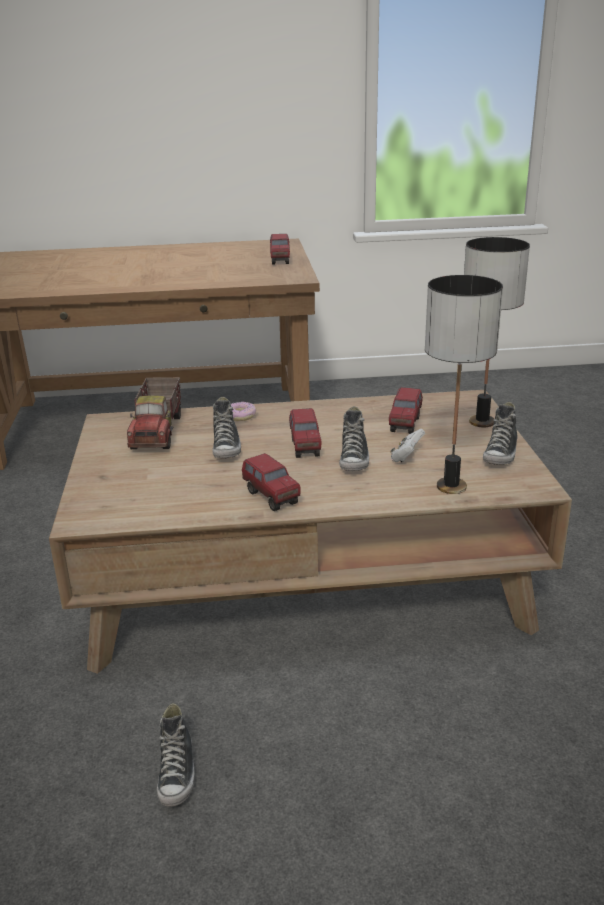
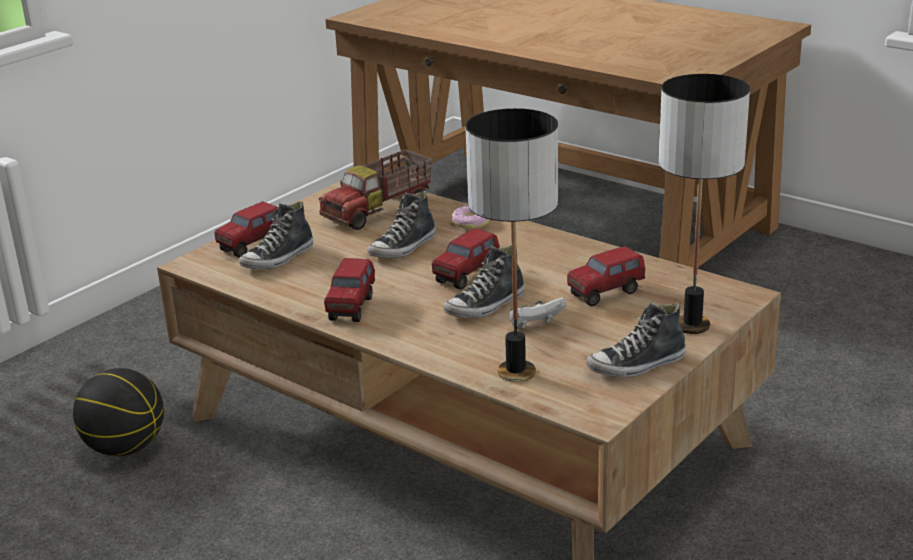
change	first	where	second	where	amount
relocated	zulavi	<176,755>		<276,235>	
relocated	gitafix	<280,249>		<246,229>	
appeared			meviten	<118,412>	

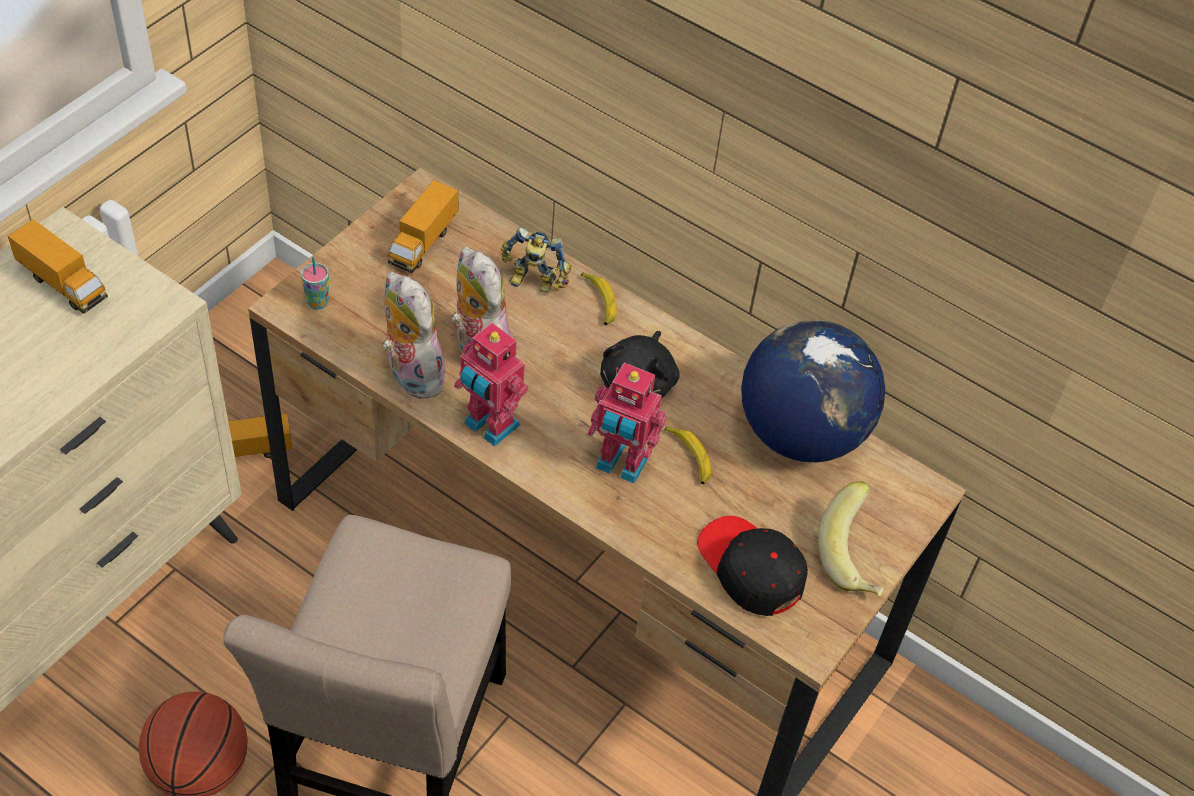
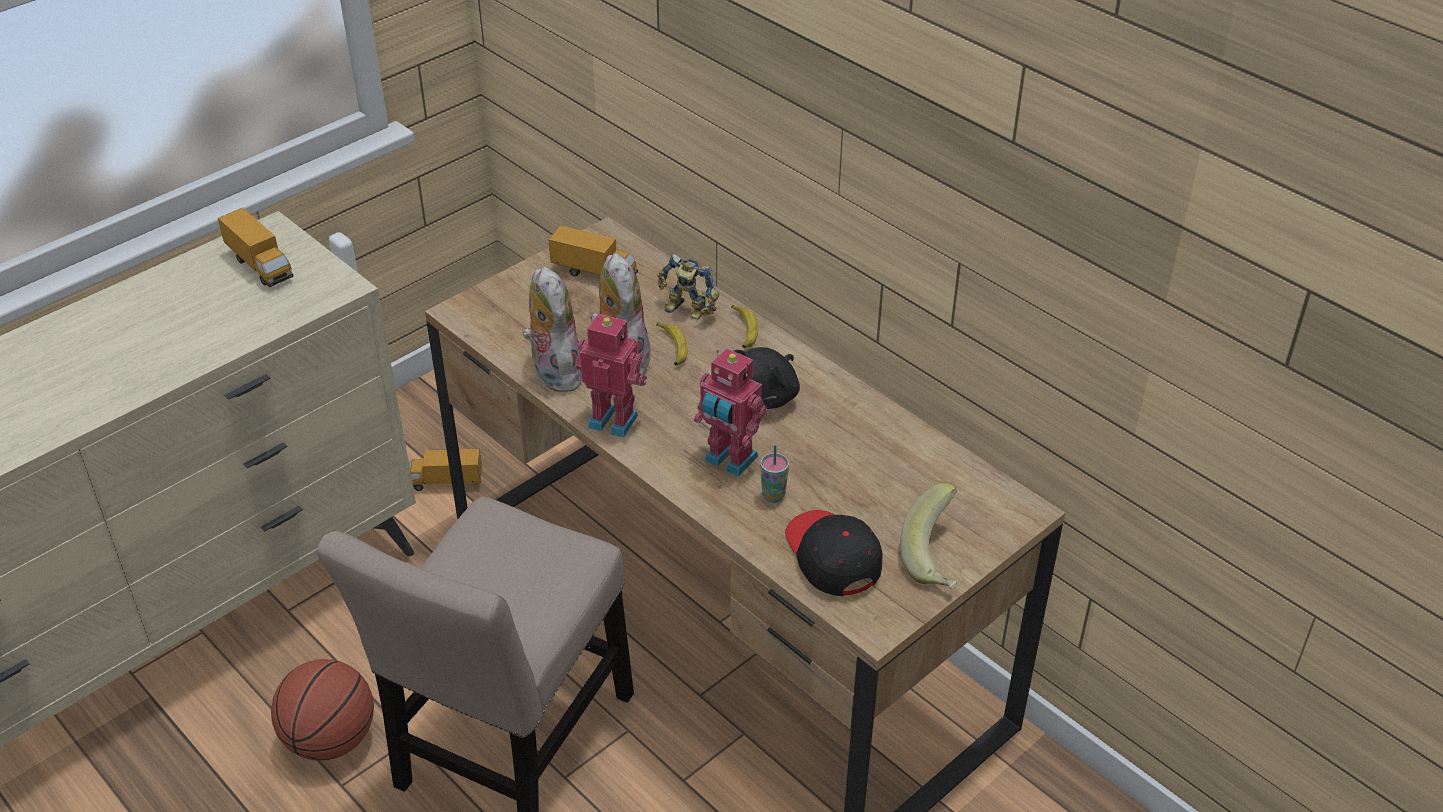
change	first	where	second	where	amount
relocated	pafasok	<315,283>		<774,474>	
spun	gitafix	<423,226>		<593,251>	105 degrees counterclockwise
spun	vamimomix	<491,385>		<611,376>	150 degrees clockwise
relocated	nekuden	<688,455>		<672,343>	
missing	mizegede	<813,391>			

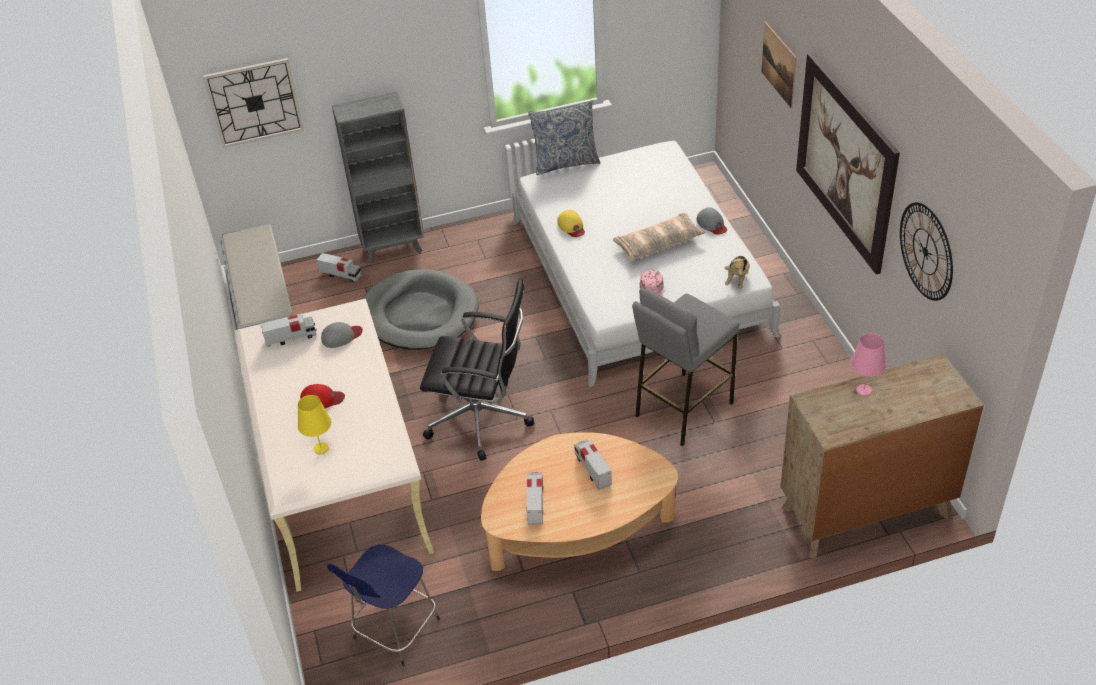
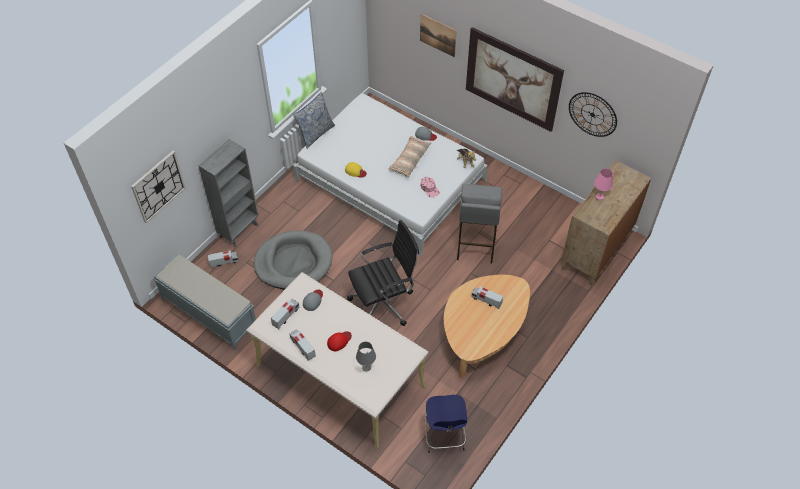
change	first	where	second	where	amount
colour	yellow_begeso	<314,424>	grey_begeso	<366,356>	
relocated	gitafix	<535,498>		<303,345>	

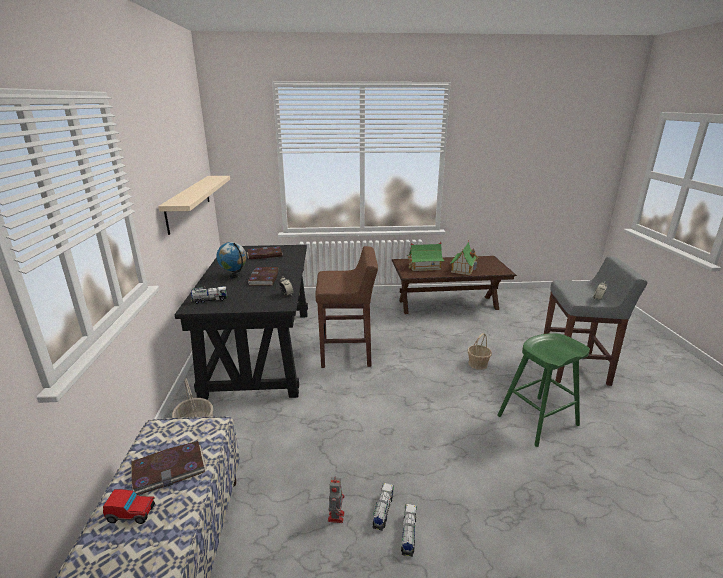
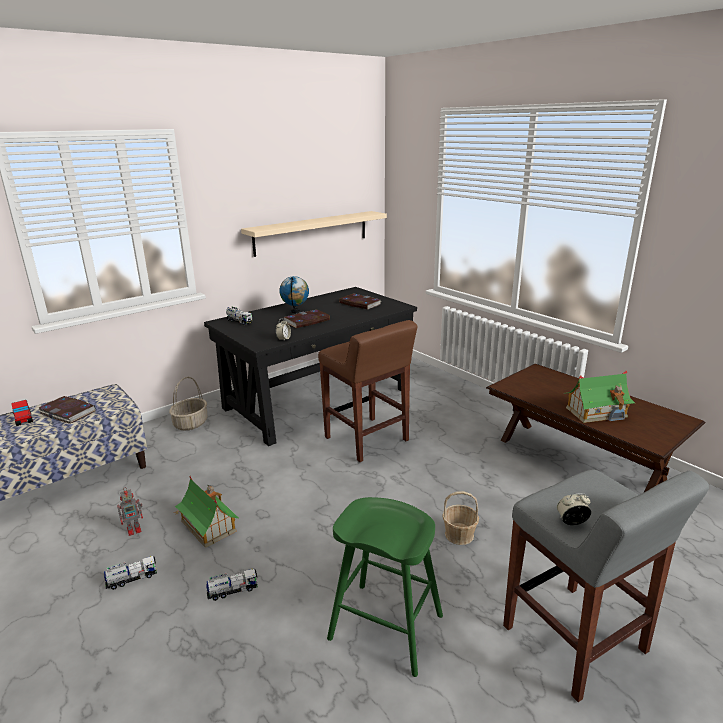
change	first	where	second	where	amount
relocated	gitafix	<383,507>		<231,585>	
relocated	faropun	<425,256>		<206,512>	

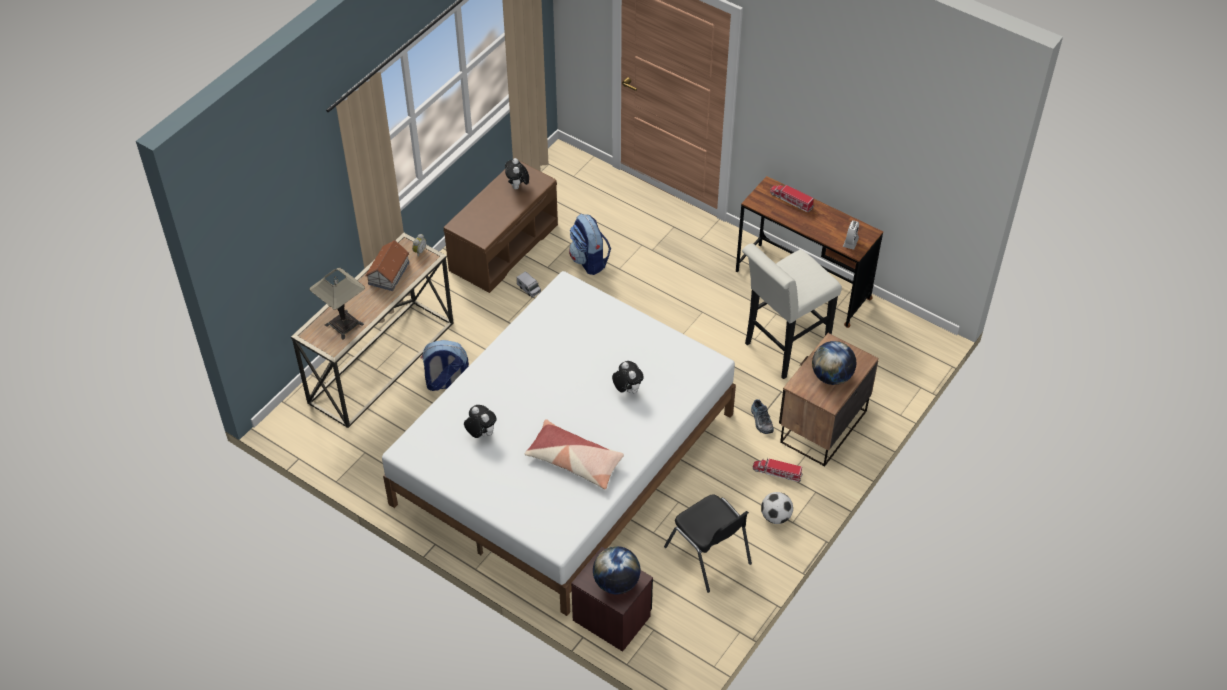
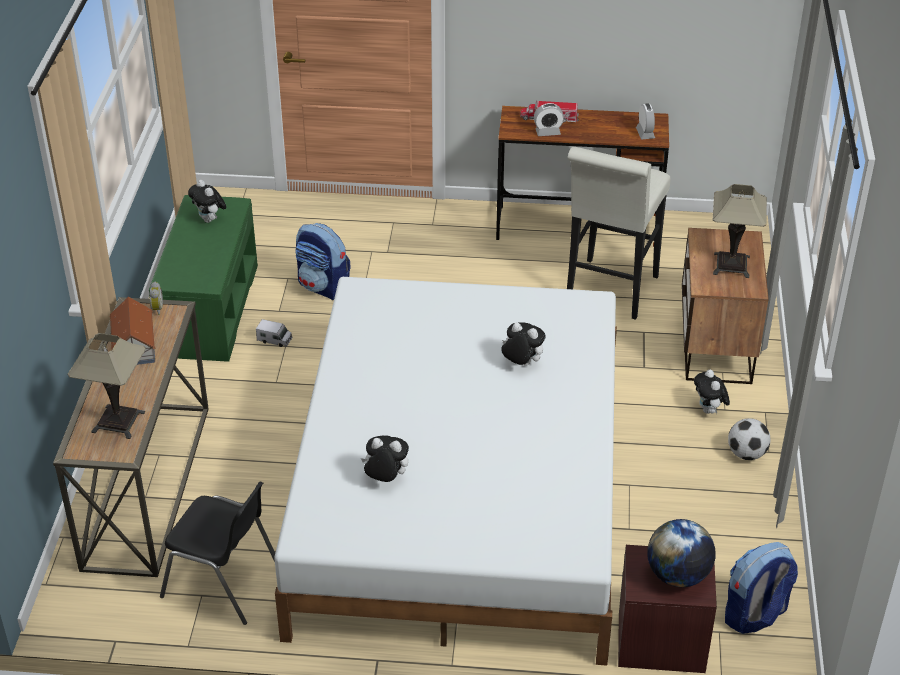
change	first	where	second	where	amount
relocated	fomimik	<445,365>		<761,588>	
colour	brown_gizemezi	<501,226>	green_gizemezi	<203,278>	
missing	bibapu	<574,454>			
relocated	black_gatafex	<708,543>		<217,553>	
missing	zulavi	<762,416>			
exchanged	gitafix	<778,470>	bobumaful	<712,392>	
exchanged	mizegede	<834,363>	begeso	<740,231>	
appeared			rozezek	<549,119>	

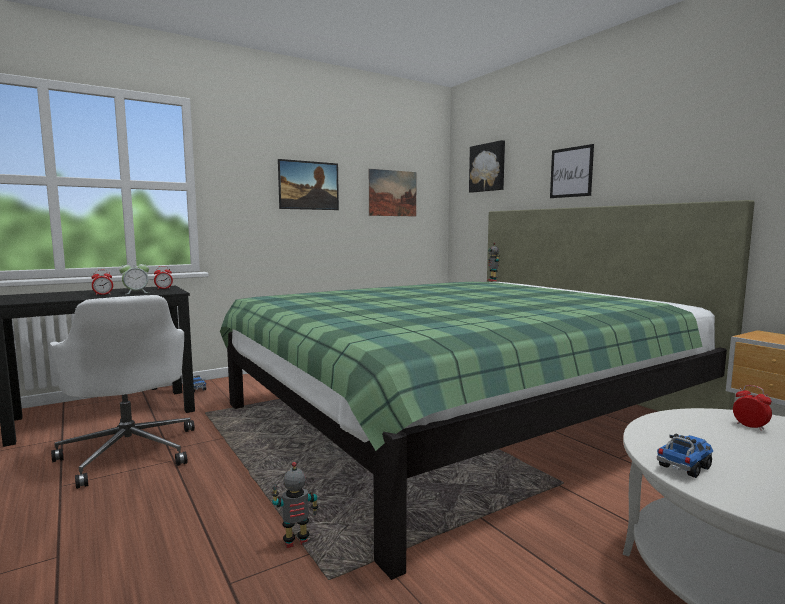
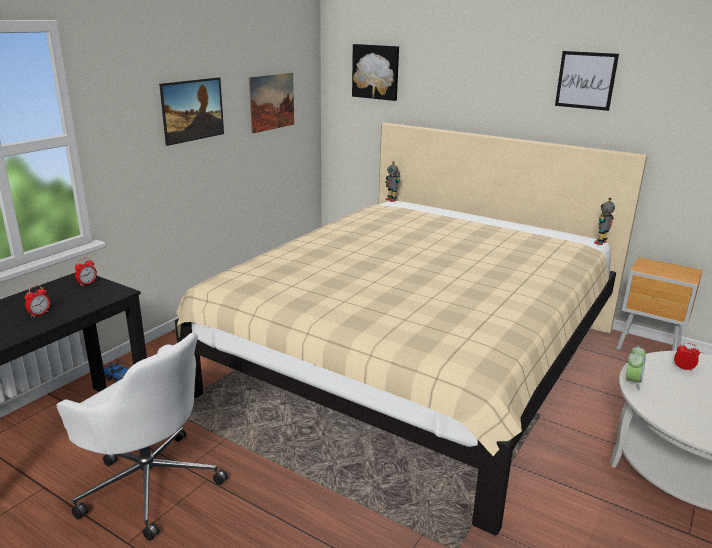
change	first	where	second	where	amount
relocated	rozezek	<134,277>		<636,368>	
colour	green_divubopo	<487,390>	beige_divubopo	<411,329>	
relocated	vamimomix	<295,505>		<604,221>	
relocated	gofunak	<572,171>		<587,81>	
missing	gitafix	<685,456>			

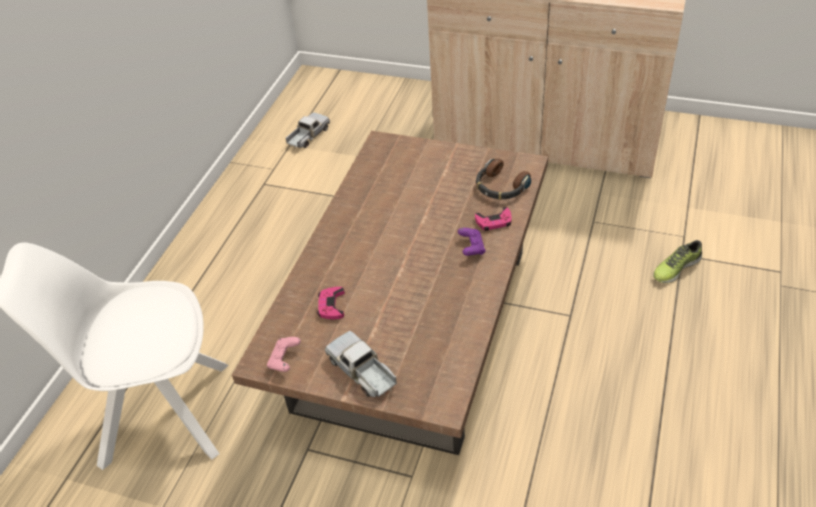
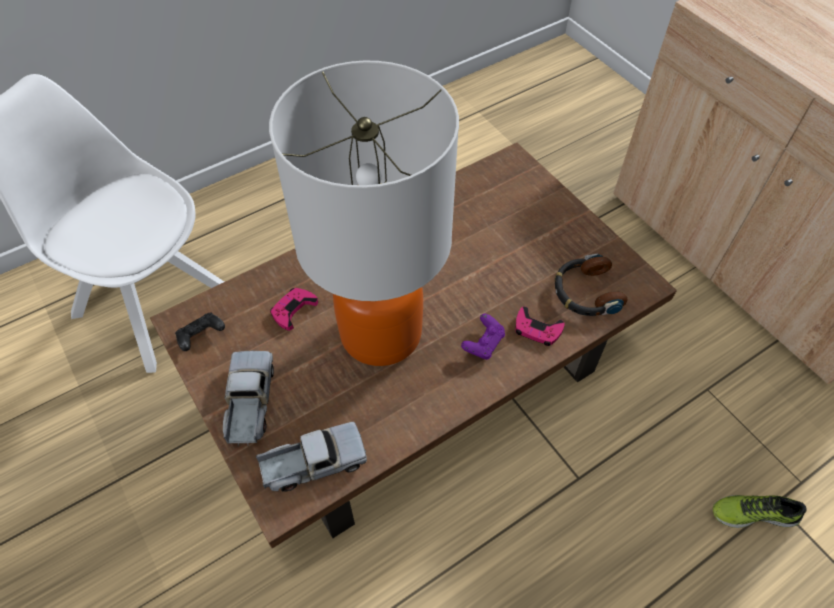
change	first	where	second	where	amount
colour	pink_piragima	<284,354>	black_piragima	<200,331>	
relocated	gitafix	<308,130>		<311,457>	
appeared			begeso	<364,213>	

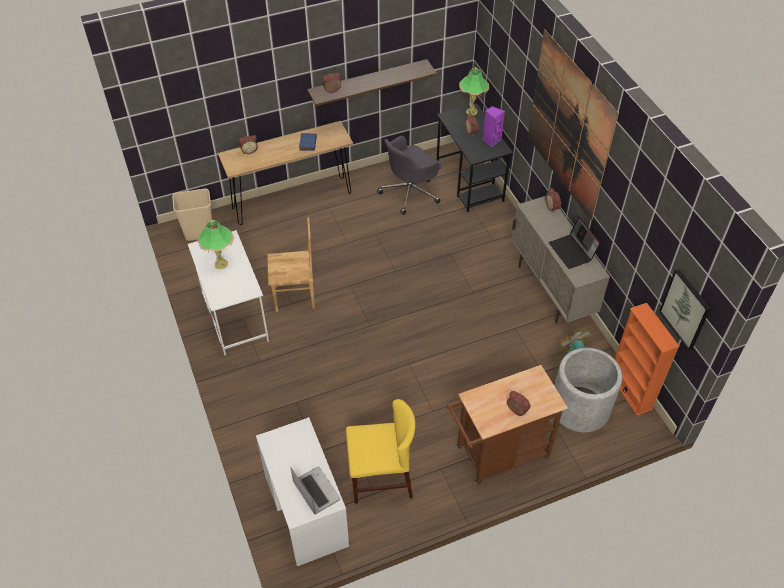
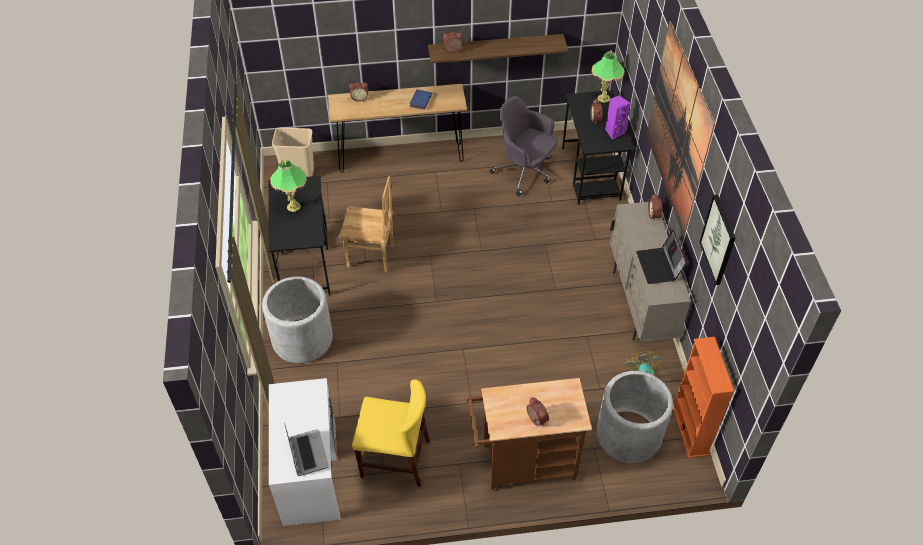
change	first	where	second	where	amount
colour	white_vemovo	<228,292>	black_vemovo	<299,236>	
spun	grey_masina	<409,175>		<523,146>	60 degrees clockwise
relocated	gofunak	<685,309>		<717,240>	
appeared			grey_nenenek	<297,320>	

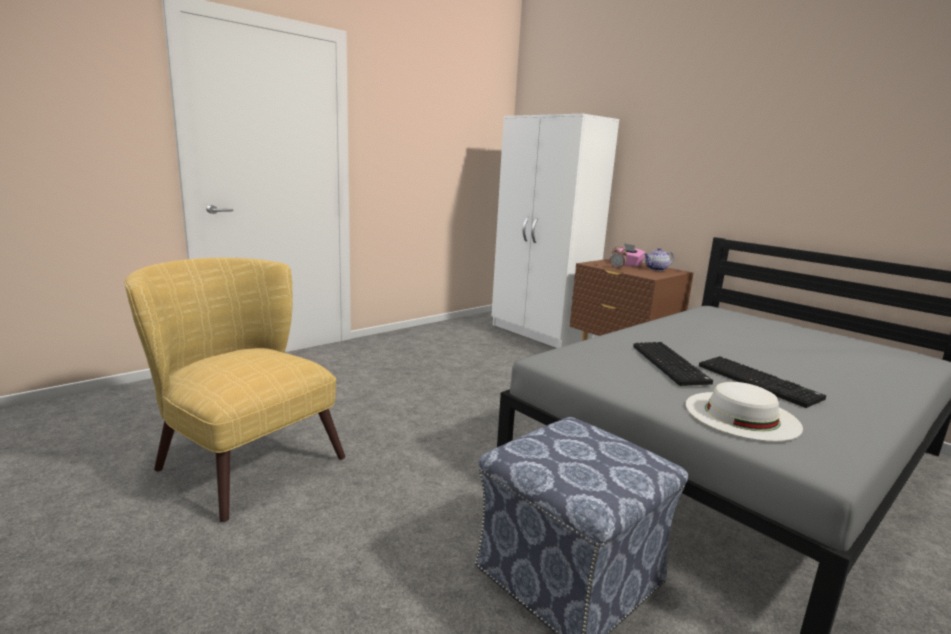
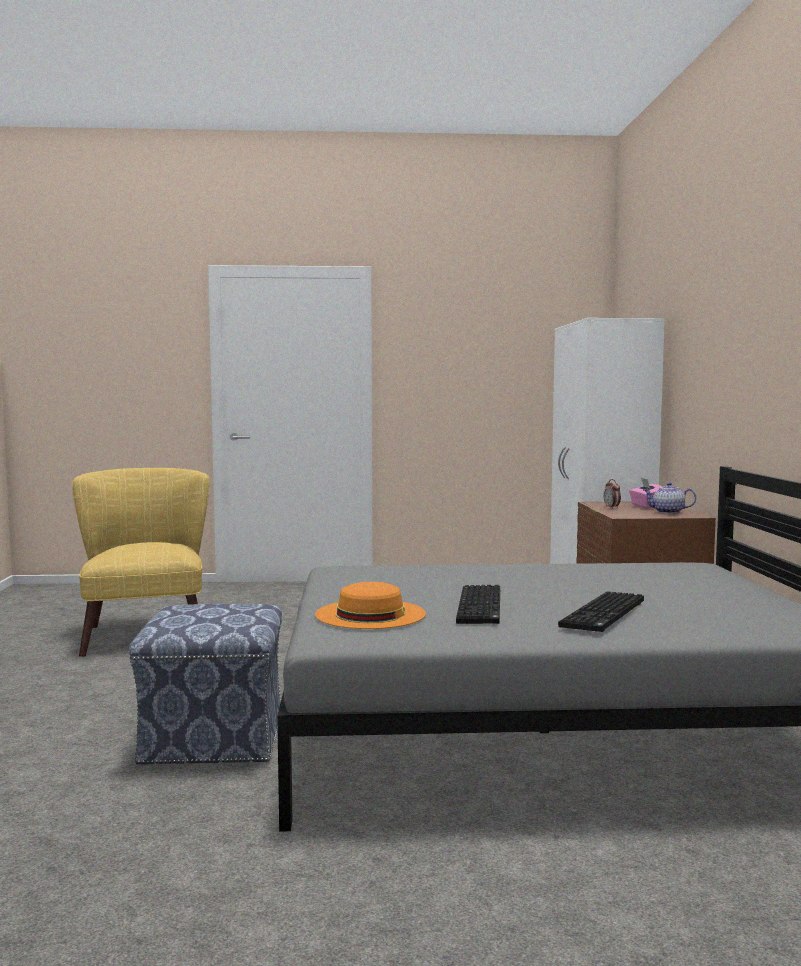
change	first	where	second	where	amount
relocated	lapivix	<673,364>		<601,611>	
colour	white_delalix	<744,411>	orange_delalix	<370,605>	

